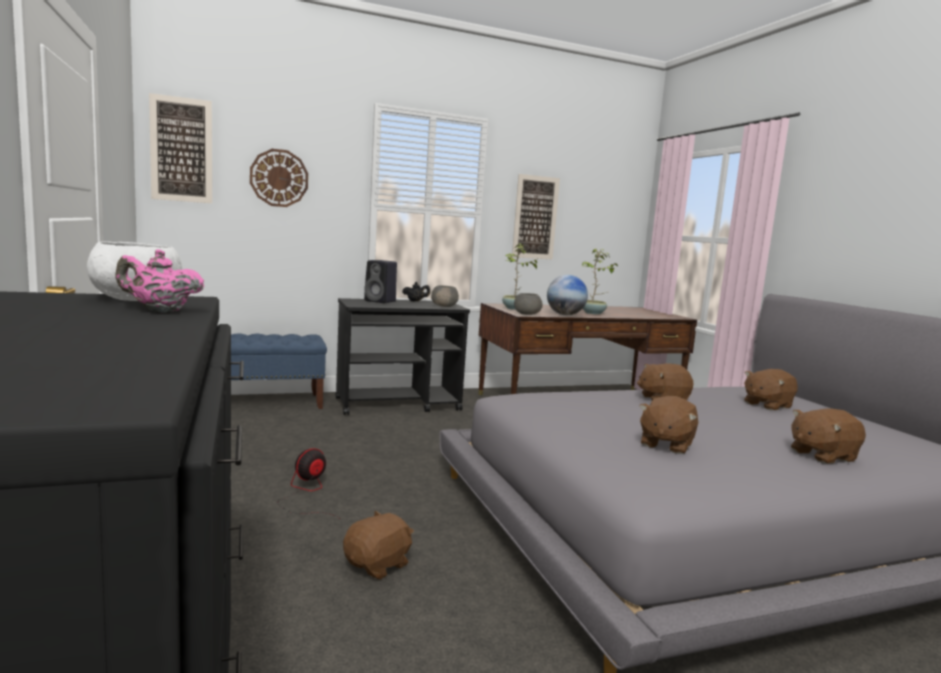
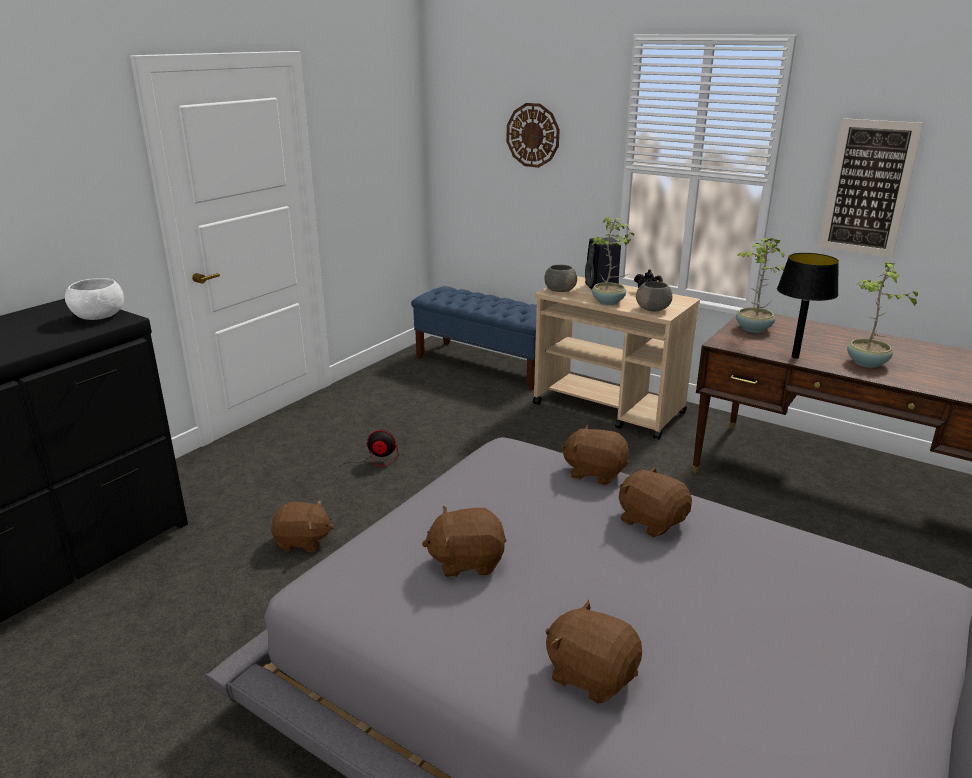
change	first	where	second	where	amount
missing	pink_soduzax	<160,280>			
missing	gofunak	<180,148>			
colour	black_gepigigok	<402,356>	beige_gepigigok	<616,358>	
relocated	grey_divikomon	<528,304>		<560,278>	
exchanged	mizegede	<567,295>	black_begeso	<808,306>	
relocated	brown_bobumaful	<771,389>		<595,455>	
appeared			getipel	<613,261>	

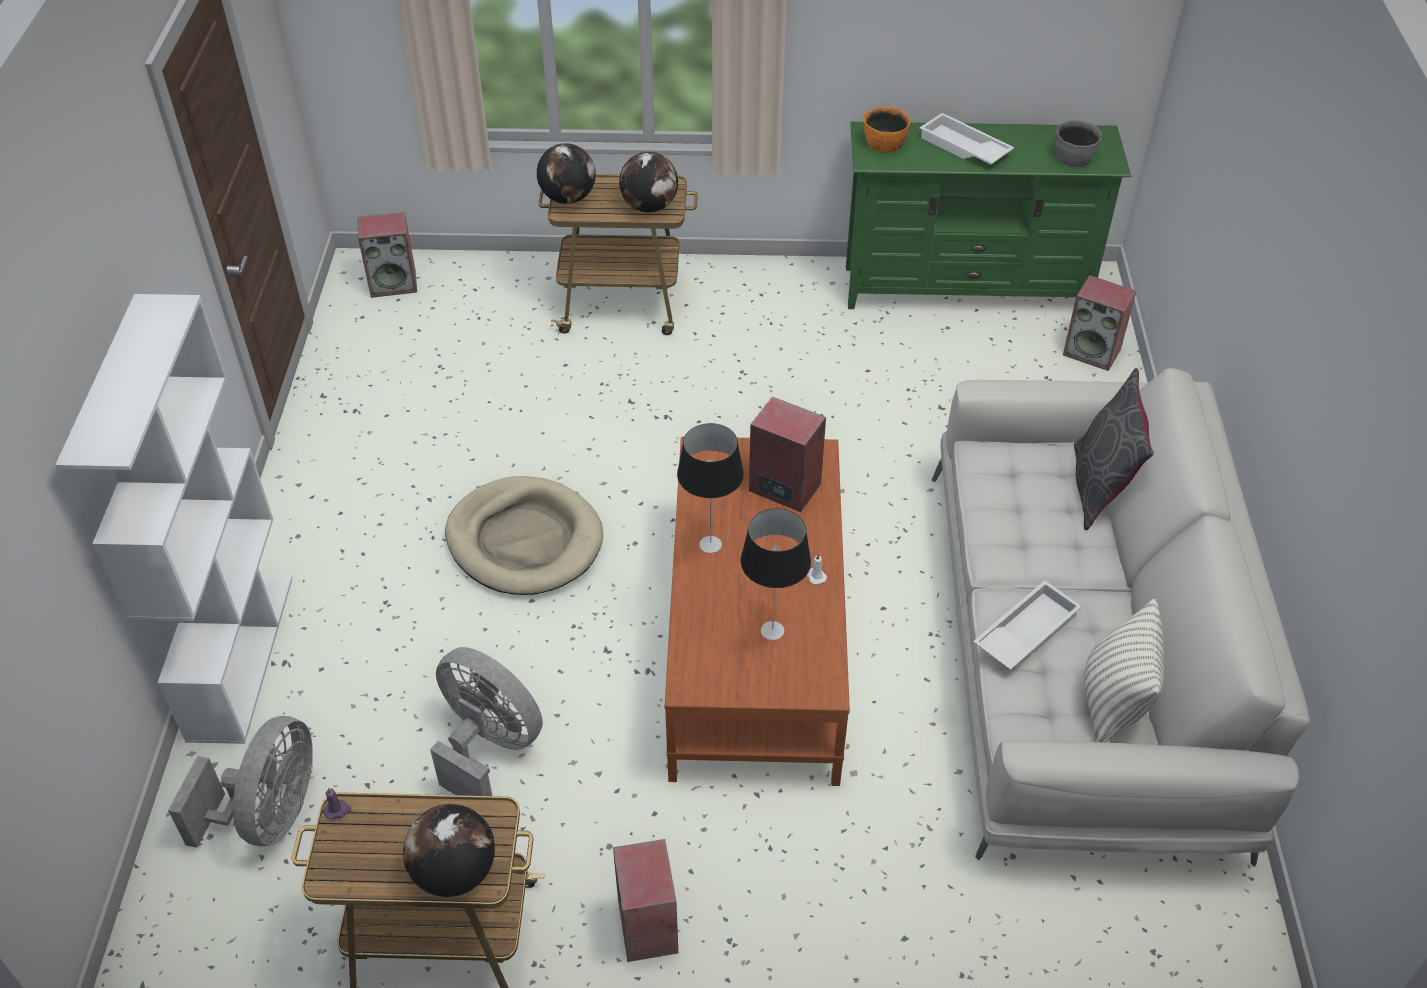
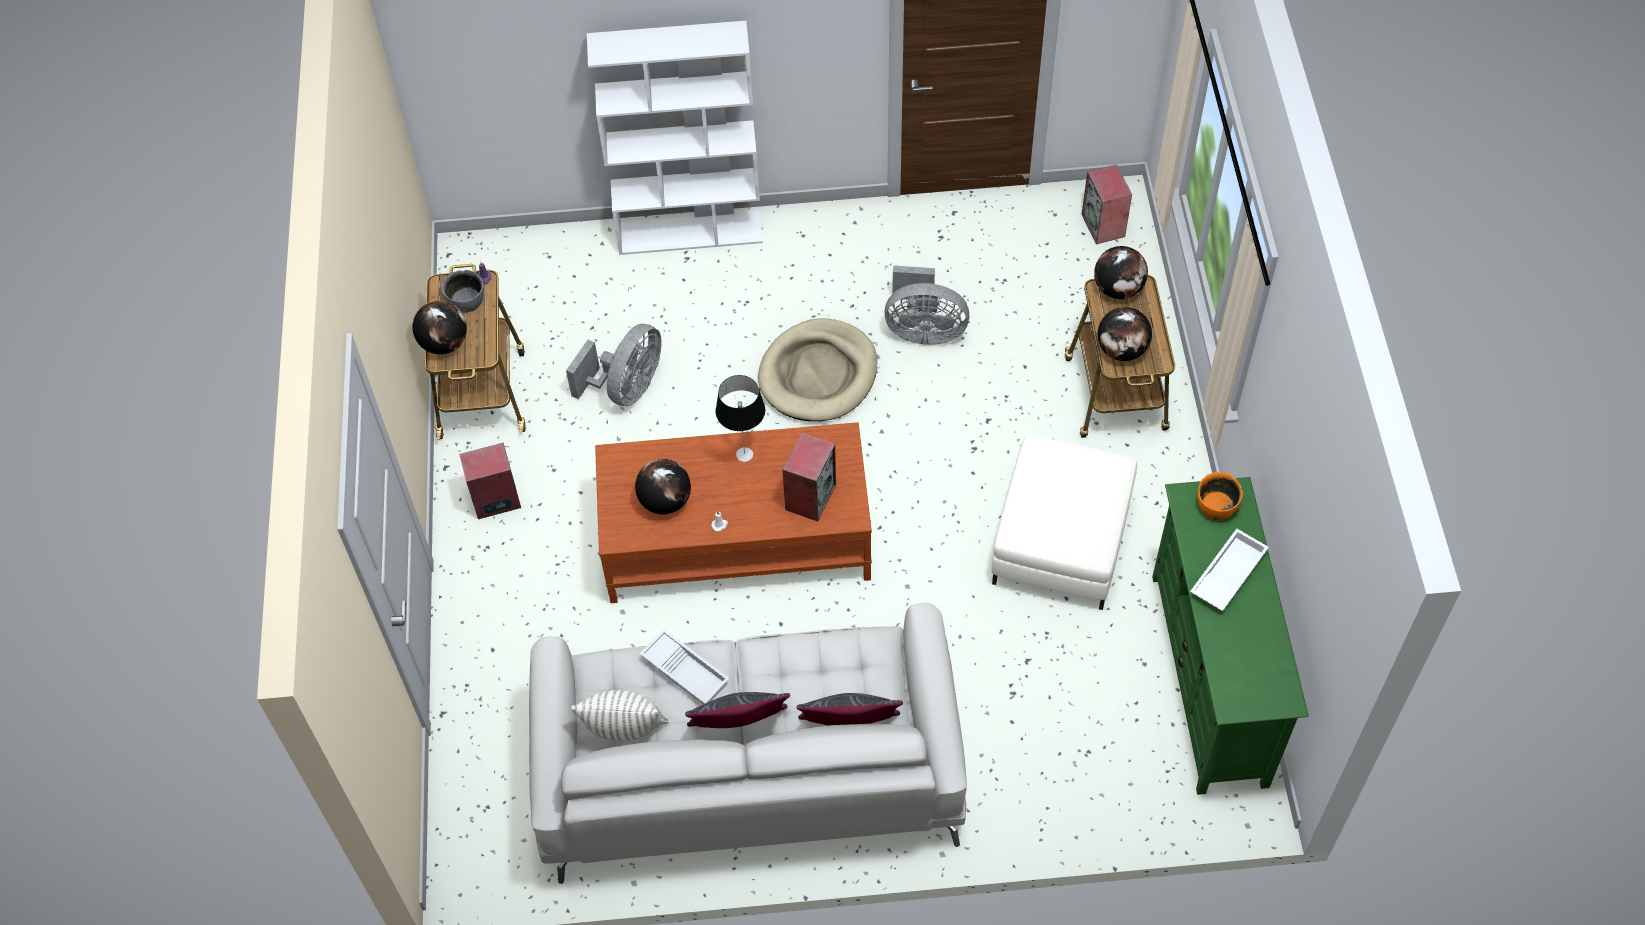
change	first	where	second	where	amount
relocated	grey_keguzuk	<240,782>		<927,305>	
exchanged	begeso	<776,574>	mizegede	<663,486>	
relocated	grey_divikomon	<1078,143>		<462,291>	
missing	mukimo	<1100,323>			
appeared			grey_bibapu	<737,710>	
appeared			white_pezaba	<1064,522>	

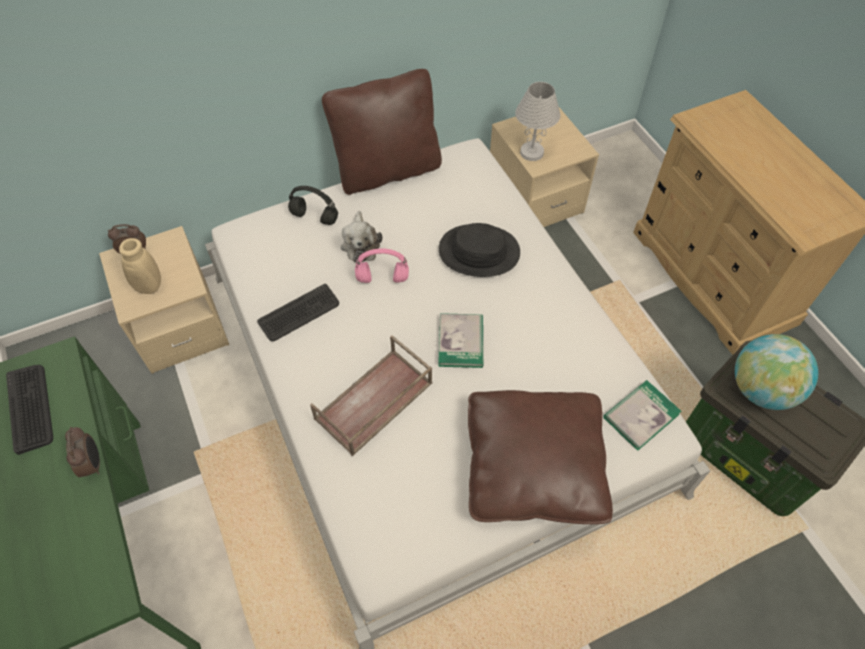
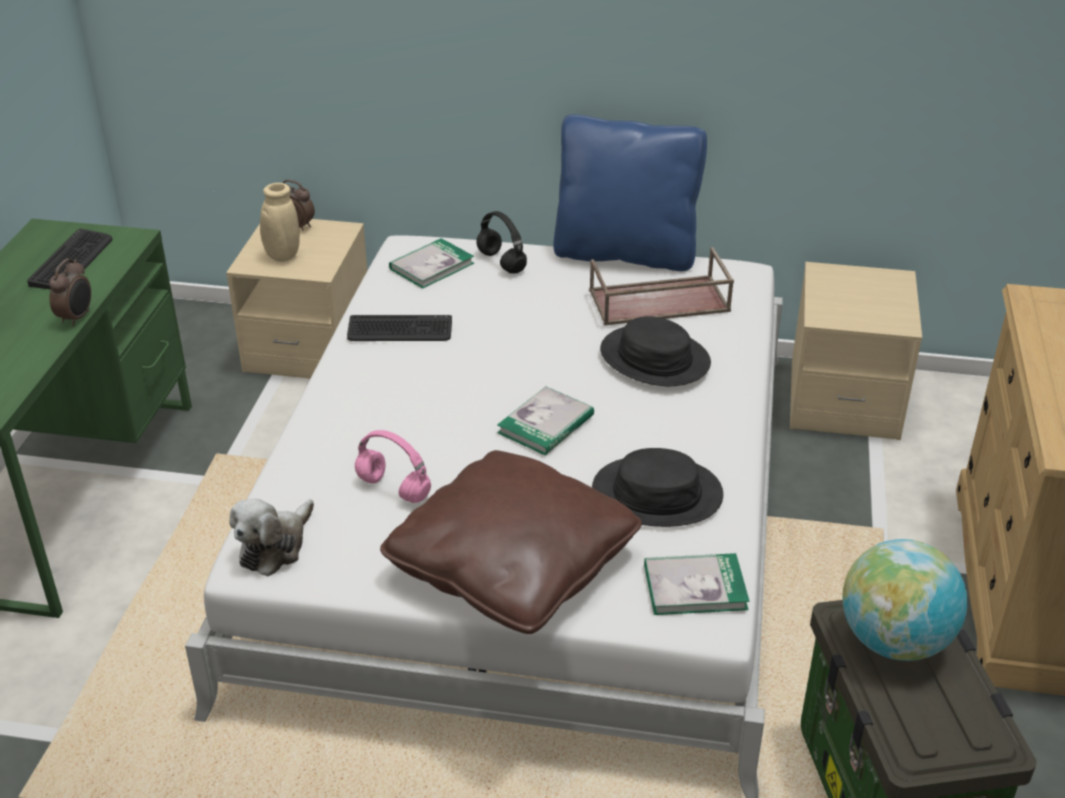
change	first	where	second	where	amount
relocated	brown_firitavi	<371,395>		<661,286>	
colour	brown_bibapu	<382,132>	blue_bibapu	<630,192>	
relocated	bobumaful	<361,237>		<271,537>	
relocated	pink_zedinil	<382,265>		<393,466>	
missing	white_begeso	<537,121>			
appeared			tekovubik	<431,263>	
appeared			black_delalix	<657,487>	

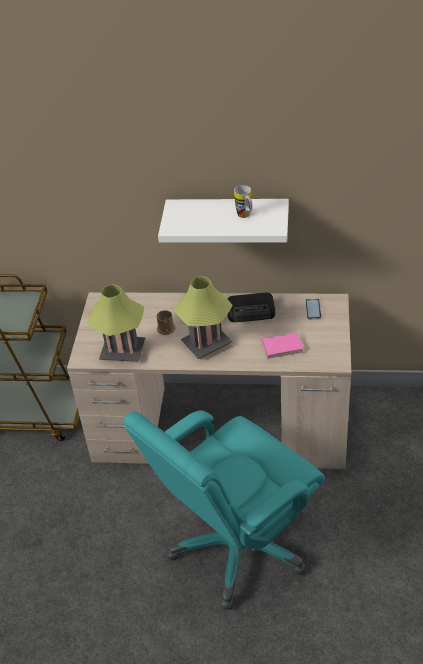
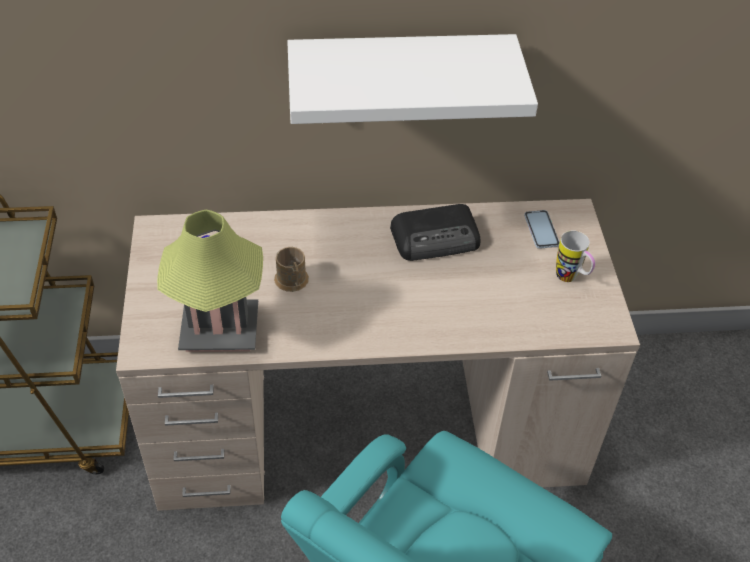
change	first	where	second	where	amount
missing	begeso	<203,318>			
relocated	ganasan	<243,201>		<575,256>	
missing	pink_tekovubik	<282,346>			

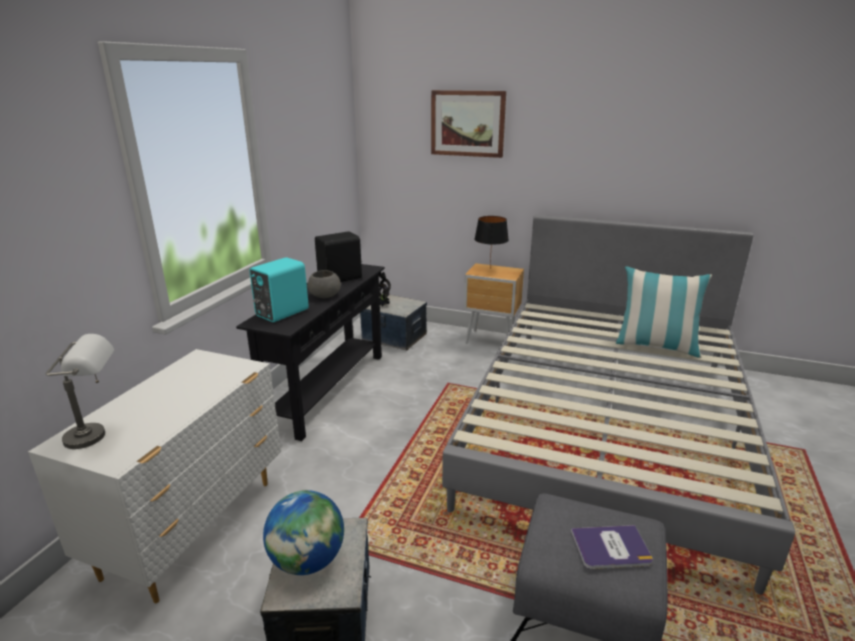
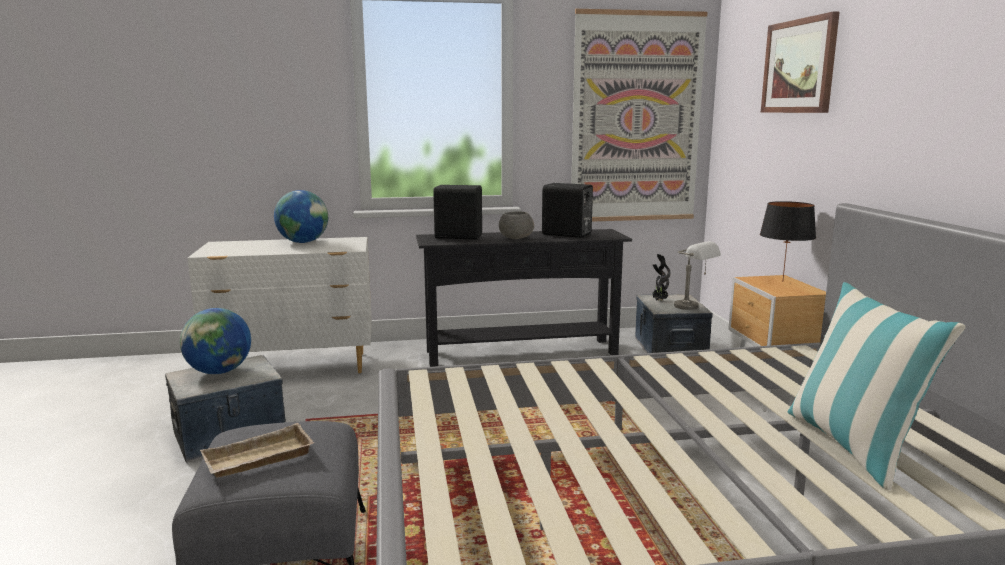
change	first	where	second	where	amount
relocated	grey_begeso	<80,391>		<697,275>	
colour	turquoise_mukimo	<279,289>	black_mukimo	<457,212>	
exchanged	tekovubik	<612,547>	beige_firitavi	<257,450>	
appeared			mizegede	<301,216>	
appeared			gofunak	<639,115>	

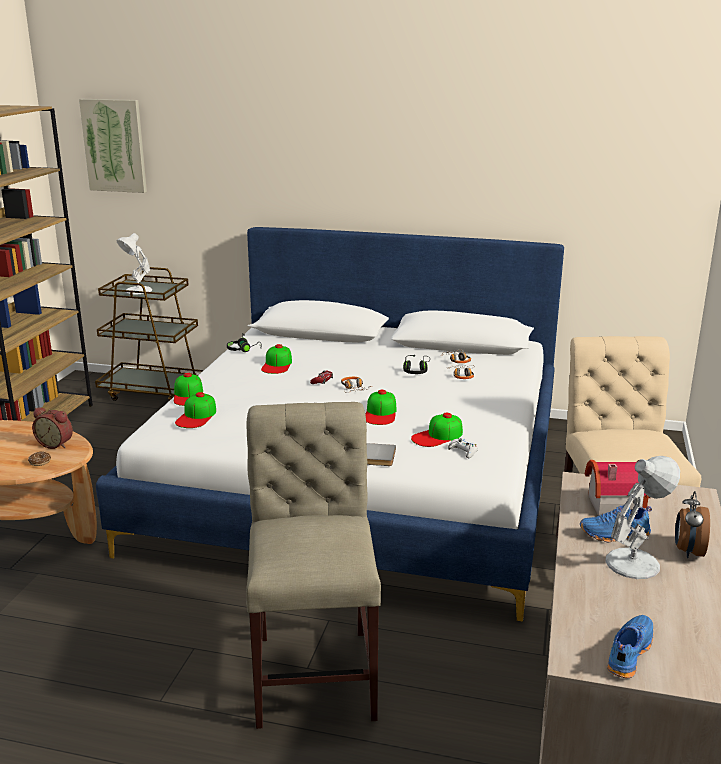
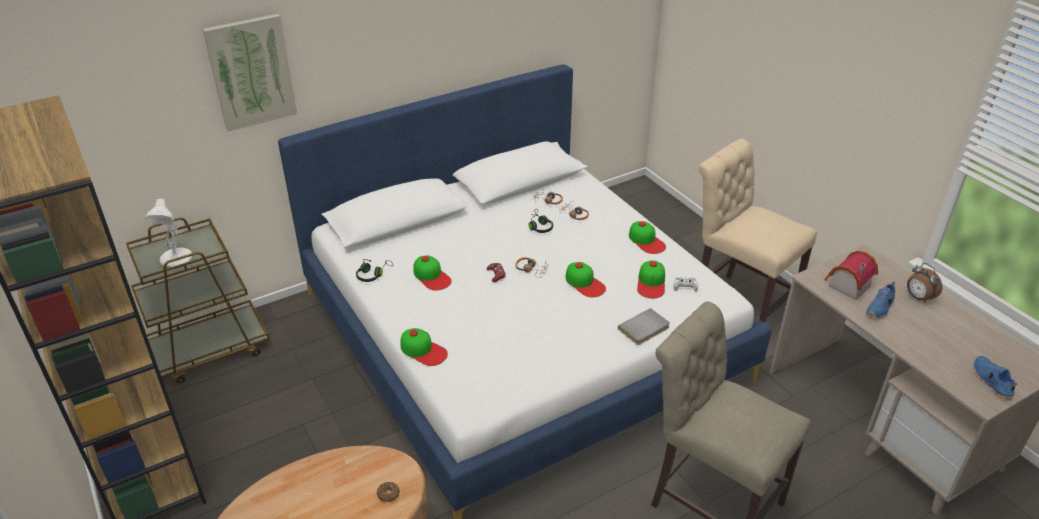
change	first	where	second	where	amount
missing	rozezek	<52,428>			
relocated	gofunak	<113,146>		<250,72>	
relocated	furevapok	<195,410>		<647,237>	
missing	white_begeso	<642,517>			

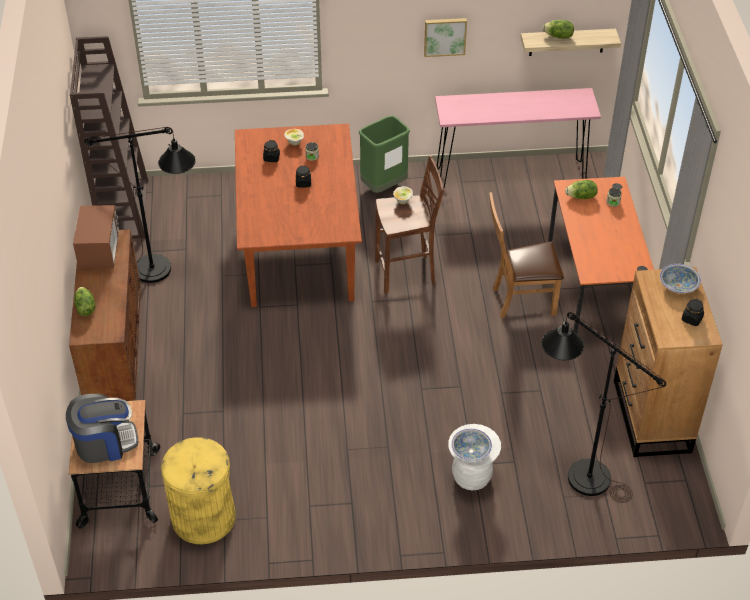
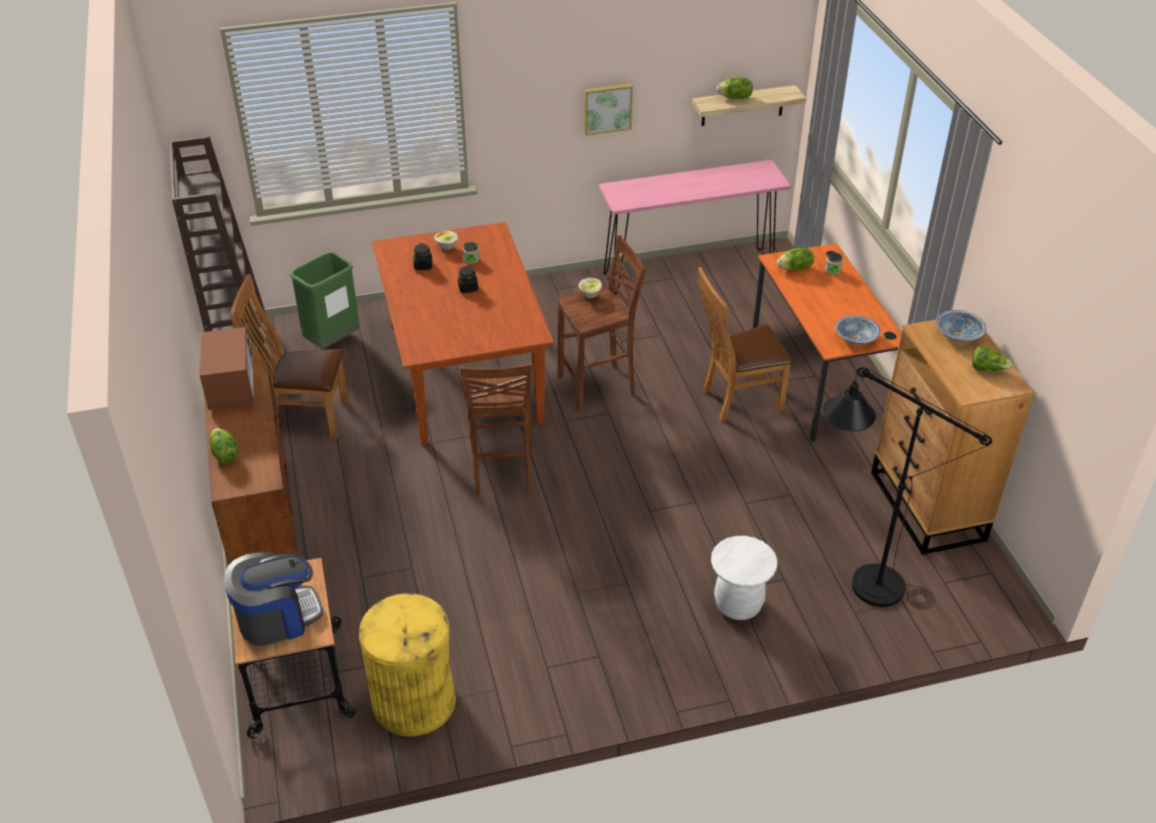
change	first	where	second	where	amount
exchanged	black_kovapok	<140,205>	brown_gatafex	<289,356>	
relocated	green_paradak	<384,154>		<325,300>	
relocated	divikomon	<471,445>		<857,330>	
exchanged	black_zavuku	<693,312>	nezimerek	<993,359>	
appeared			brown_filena	<496,429>	

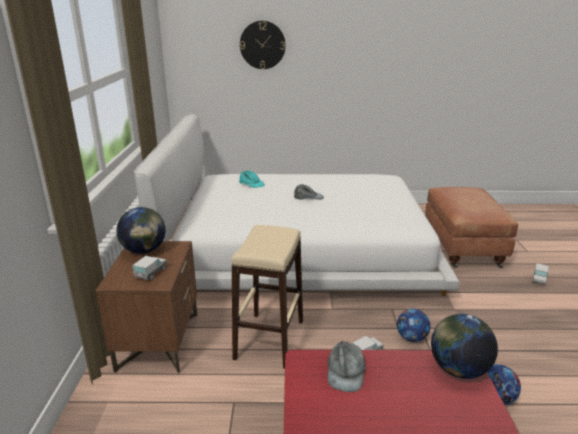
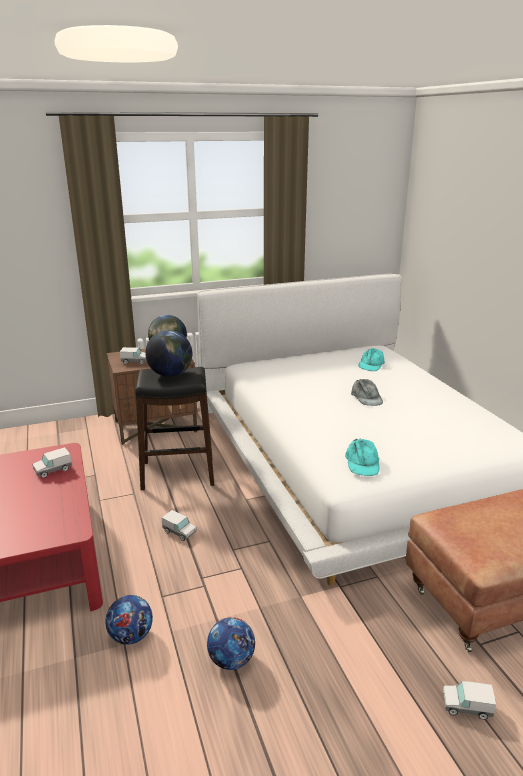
change	first	where	second	where	amount
colour	beige_filena	<267,297>	black_filena	<174,428>	
missing	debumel	<263,45>			
exchanged	grey_furevapok	<346,366>	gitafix	<52,462>	
relocated	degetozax	<413,325>		<231,643>	
relocated	mizegede	<464,346>		<168,353>	
appeared			turquoise_furevapok	<362,457>	

